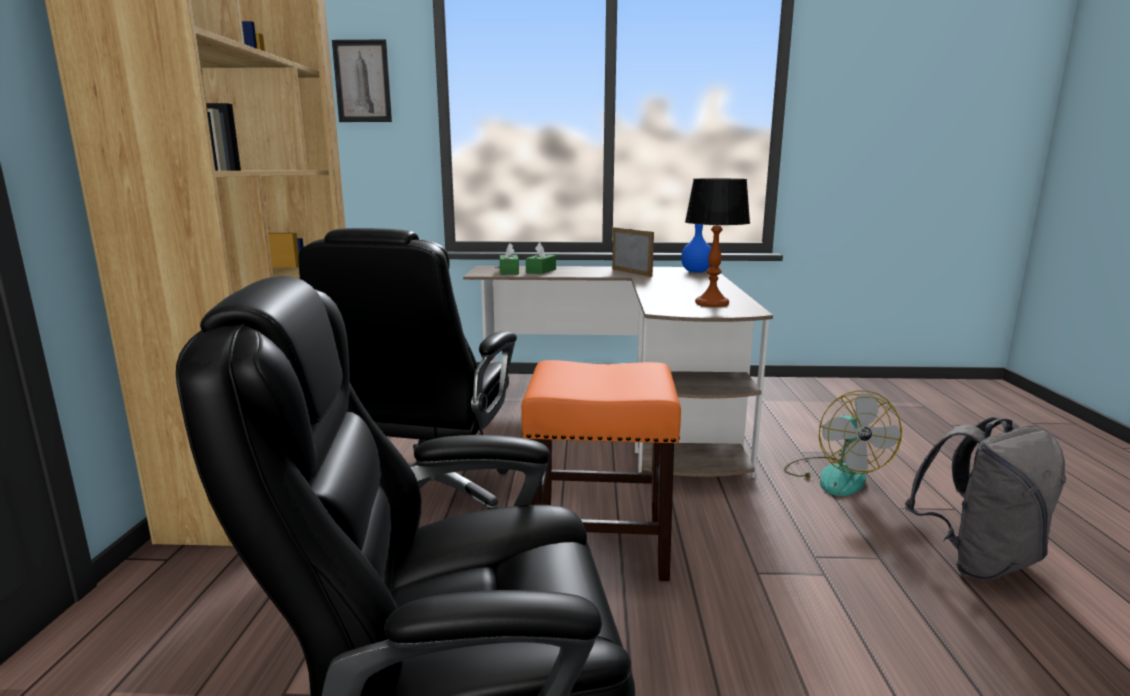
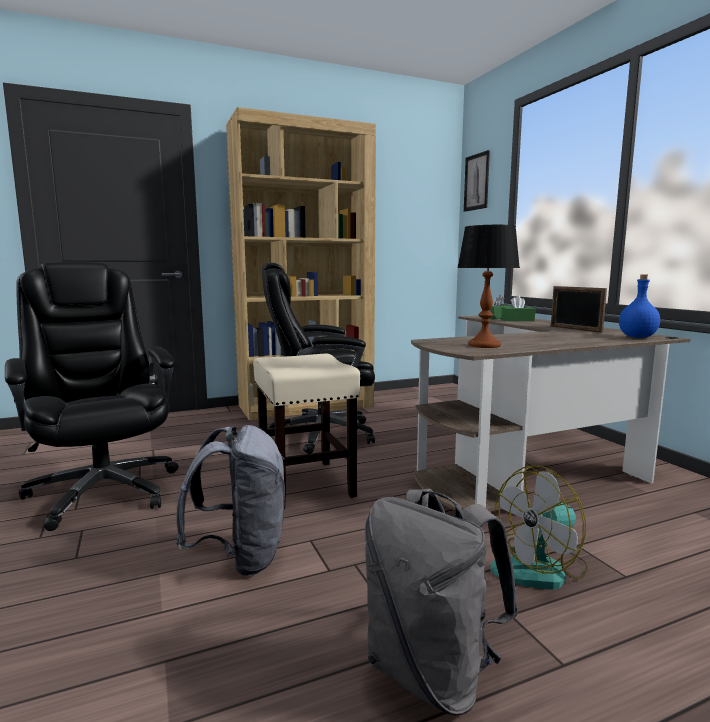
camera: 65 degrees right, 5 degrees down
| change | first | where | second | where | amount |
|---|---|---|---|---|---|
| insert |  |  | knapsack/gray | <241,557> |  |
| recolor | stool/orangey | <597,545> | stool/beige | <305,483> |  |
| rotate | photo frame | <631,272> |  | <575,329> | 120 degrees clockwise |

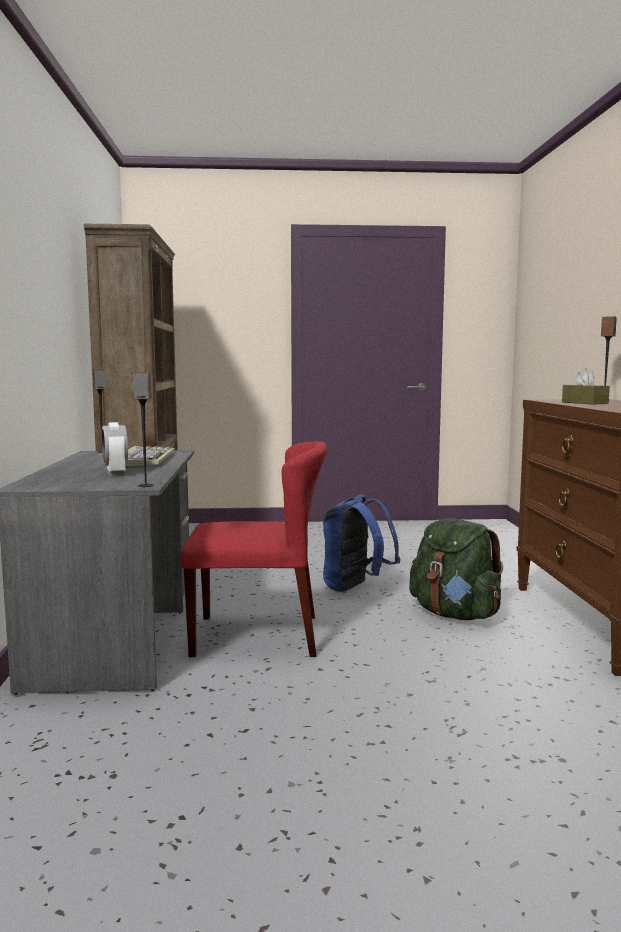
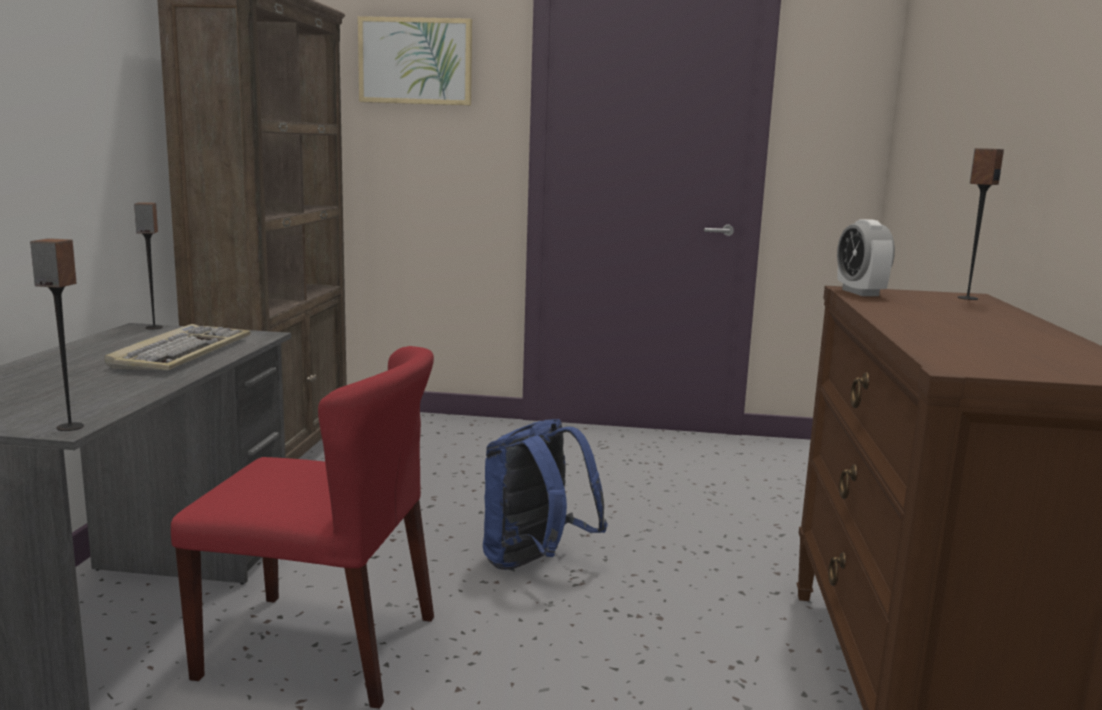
camera: 10 degrees right, 5 degrees up
| change | first | where | second | where | amount |
|---|---|---|---|---|---|
| delete | knapsack/greenish | <455,614> |  |  |  |
| delete | box of tissues/brown-coloured | <584,403> |  |  |  |
| insert |  |  | picture | <415,61> |  |
| move | alarm clock | <116,473> |  | <860,292> |  |

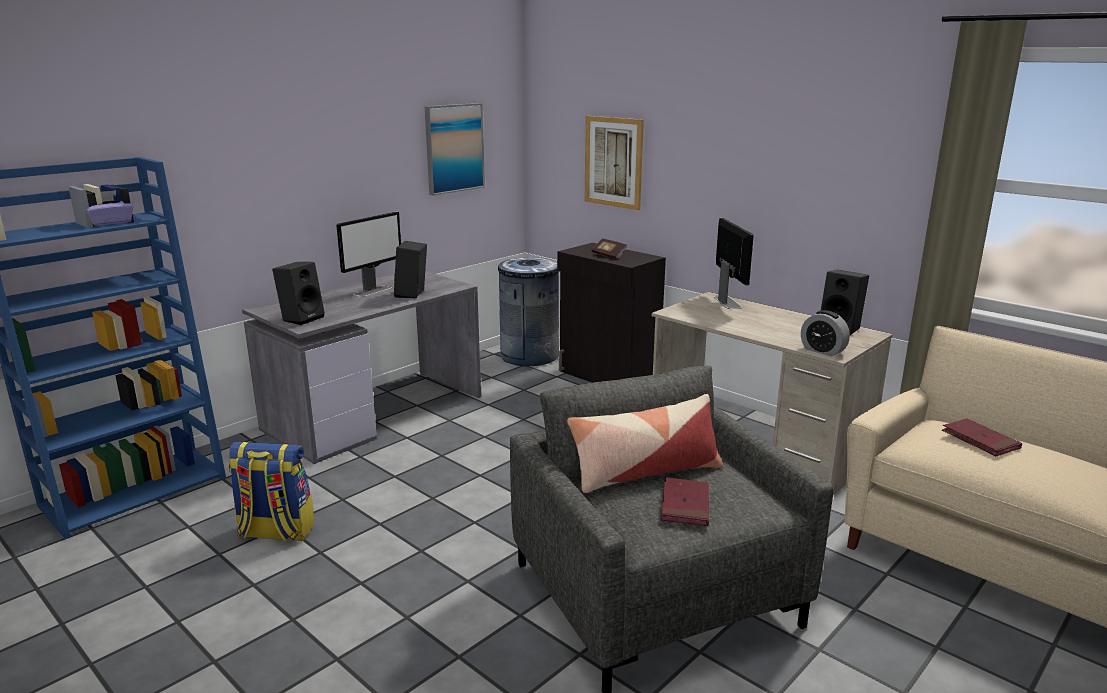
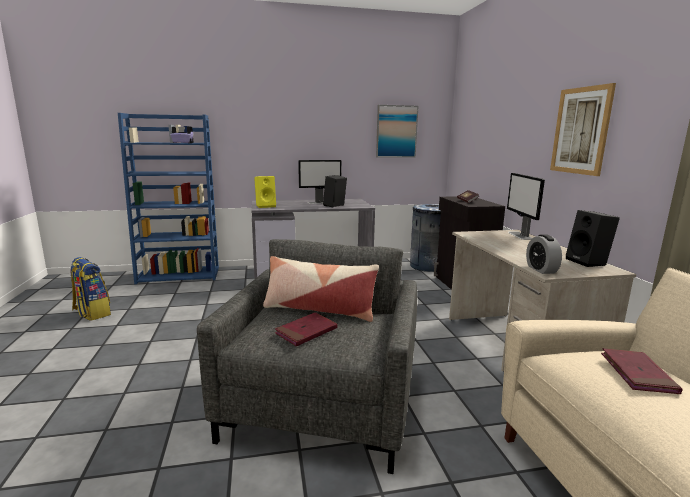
camera: 35 degrees right, 5 degrees down
| change | first | where | second | where | amount |
|---|---|---|---|---|---|
| move | knapsack | <275,532> |  | <92,313> |  |
| move | picture | <613,162> |  | <580,131> |  |
| recolor | audio speaker/blackish | <302,318> | audio speaker/yellow-coloured | <266,206> |  |
| rotate | computer screen | <727,302> |  | <520,235> | 150 degrees clockwise |

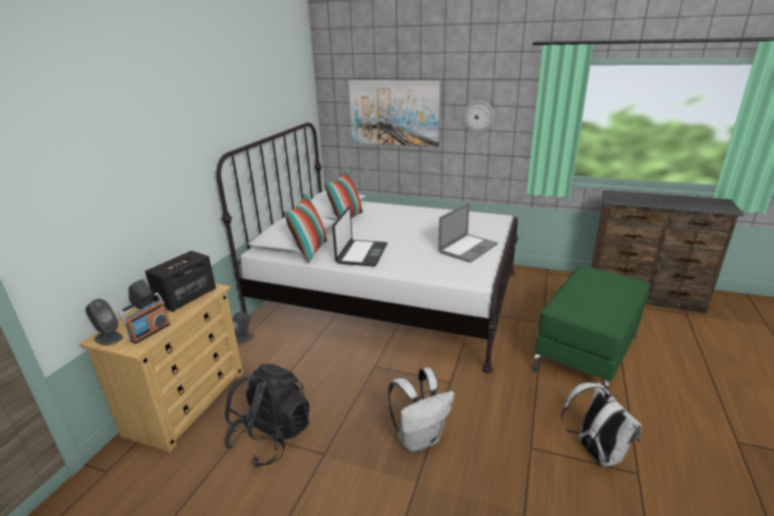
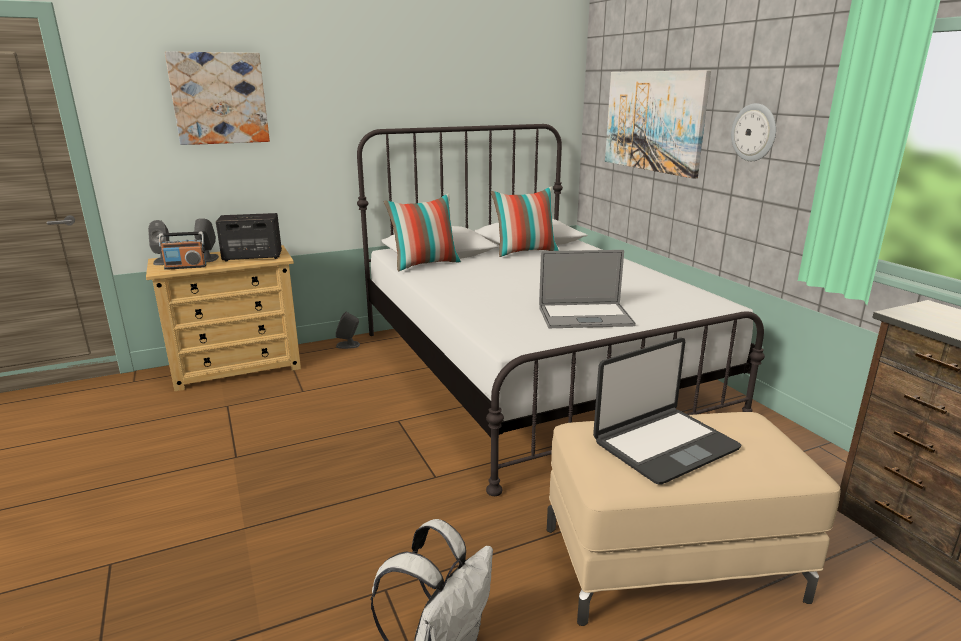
camera: 45 degrees right, 5 degrees down
| change | first | where | second | where | amount |
|---|---|---|---|---|---|
| delete | knapsack/blackish | <271,437> |  |  |  |
| delete | knapsack/white-coloured | <420,438> |  |  |  |
| insert |  |  | picture | <219,98> |  |
| move | laptop | <361,254> |  | <664,445> |  |
| recolor | footrest/greenish | <586,353> | footrest/beige | <669,563> |  |

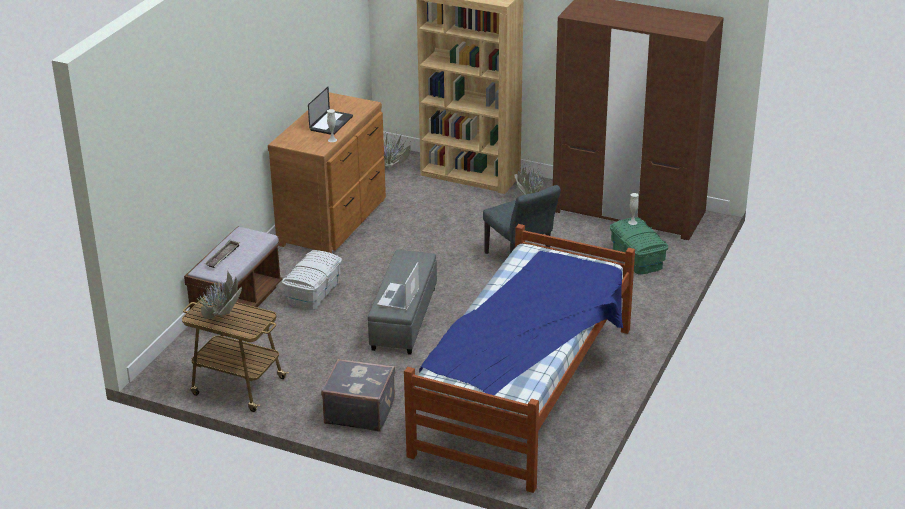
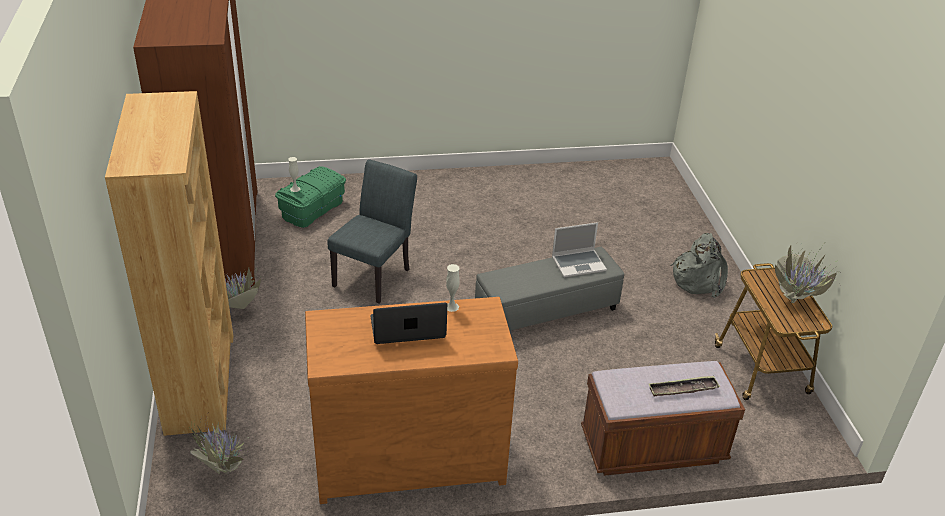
camera: 125 degrees left, 5 degrees up
| change | first | where | second | where | amount |
|---|---|---|---|---|---|
| delete | storage box/white-coloured | <313,292> |  |  |  |
| delete | bed | <526,390> |  |  |  |
| replace | travel case/gray | <359,411> | knapsack/gray | <699,279> |  |

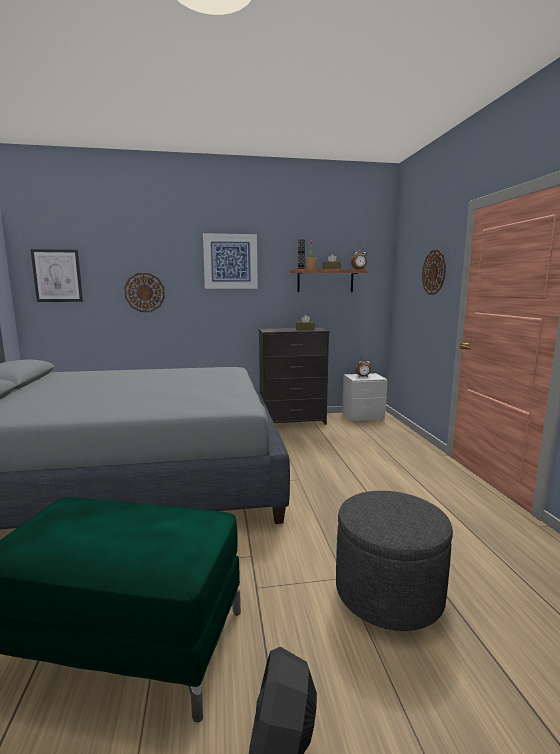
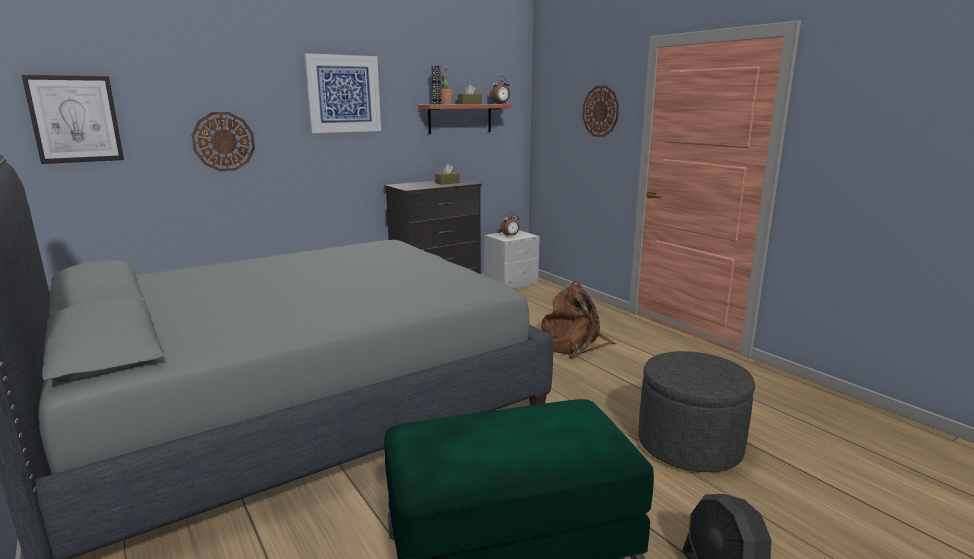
camera: 25 degrees left, 5 degrees up
| change | first | where | second | where | amount |
|---|---|---|---|---|---|
| insert |  |  | knapsack/brown-coloured | <574,345> |  |

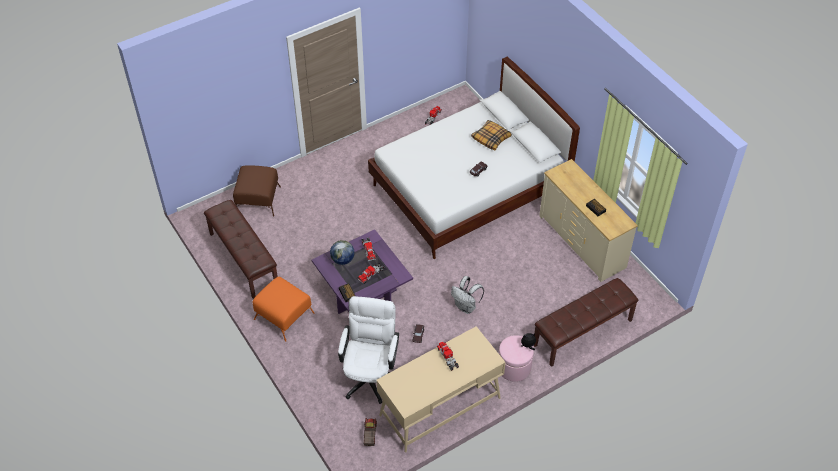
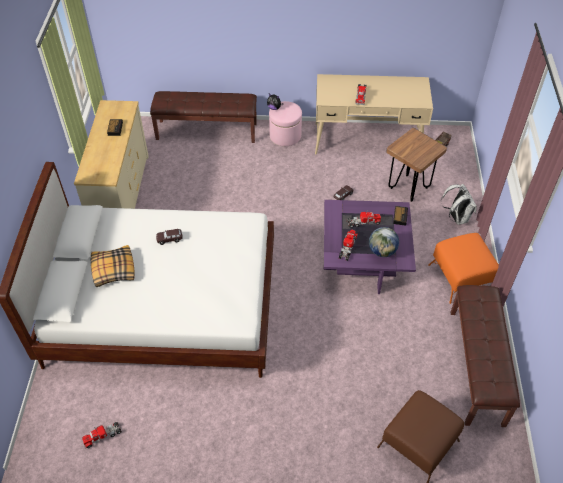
camera: 145 degrees left, 0 degrees up
| change | first | where | second | where | amount |
|---|---|---|---|---|---|
| move | knapsack/white-coloured | <466,307> |  | <456,217> |  |
| replace | computer chair/white-coloured | <370,374> | stool/brown-coloured | <408,188> |  |

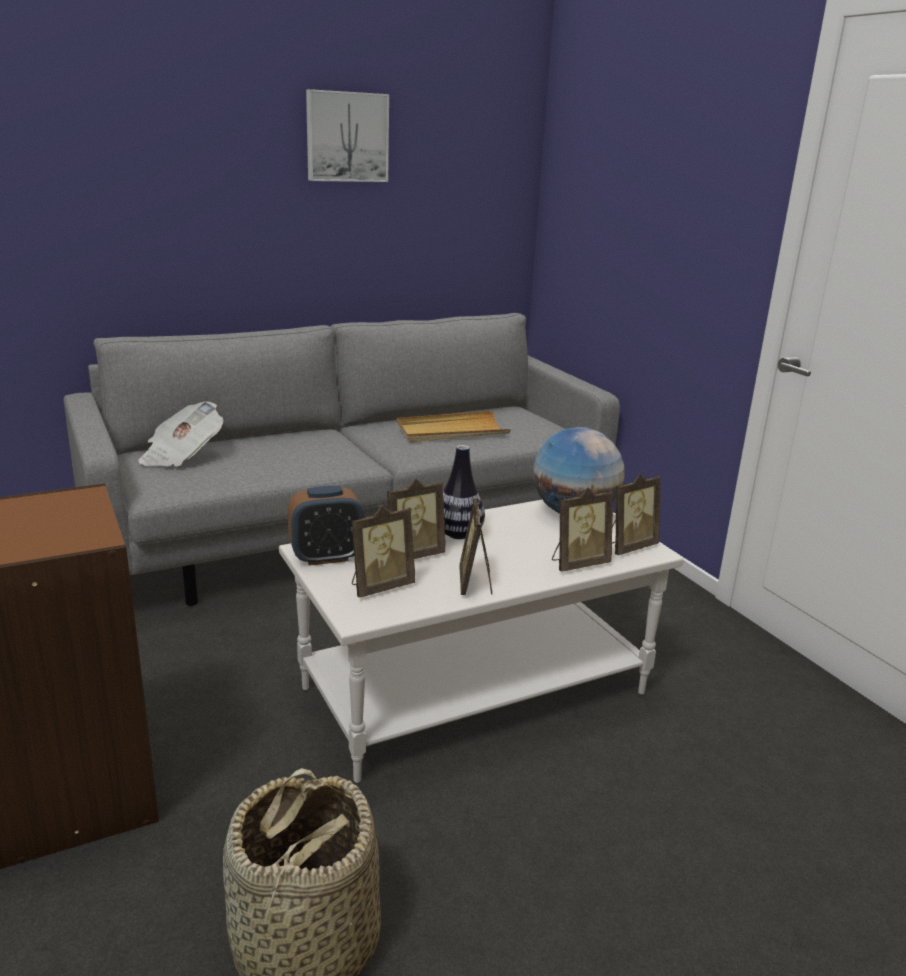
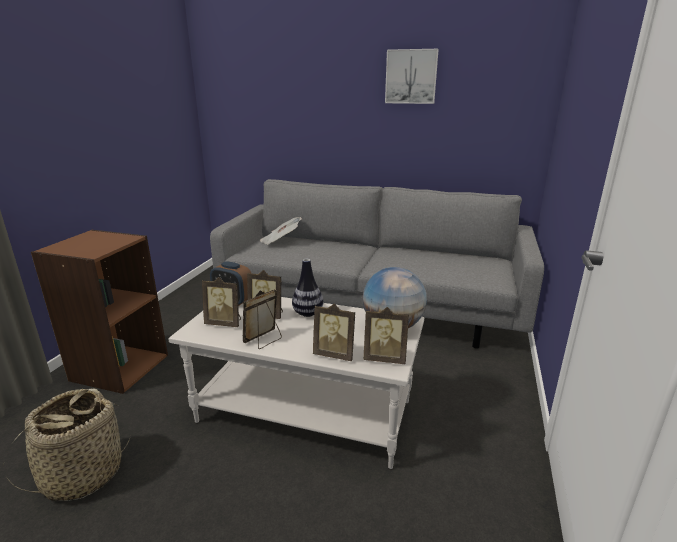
camera: 45 degrees right, 0 degrees up
| change | first | where | second | where | amount |
|---|---|---|---|---|---|
| delete | carrying tray/beige | <451,431> |  |  |  |

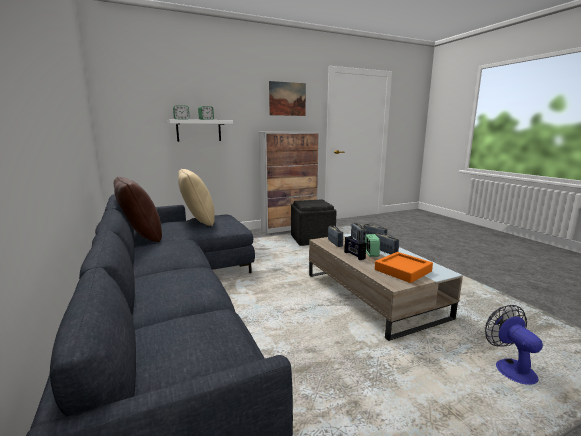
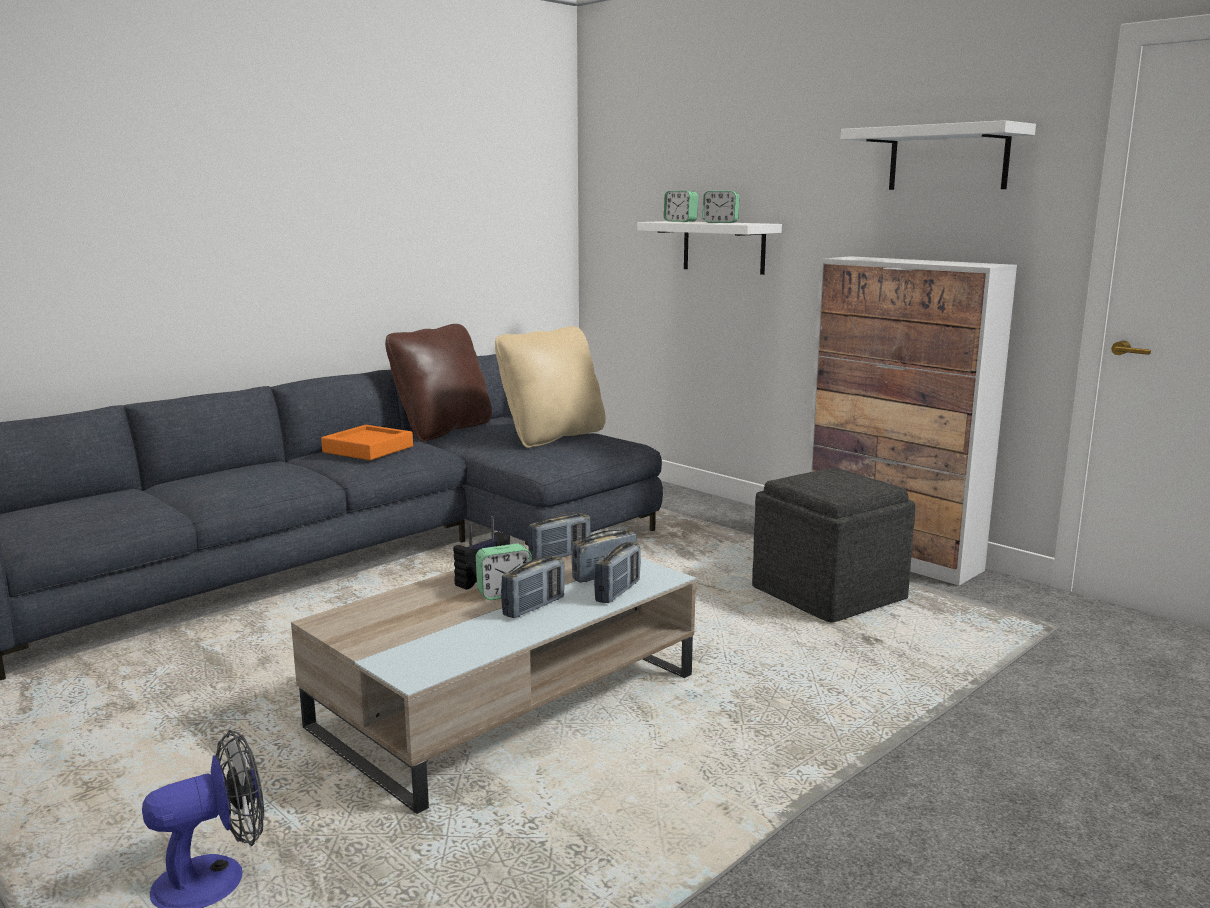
camera: 70 degrees right, 0 degrees up
| change | first | where | second | where | amount |
|---|---|---|---|---|---|
| move | carrying tray/orangey | <403,270> |  | <368,449> |  |
| replace | picture | <287,99> | wall shelf/white-coloured | <948,158> |  |

